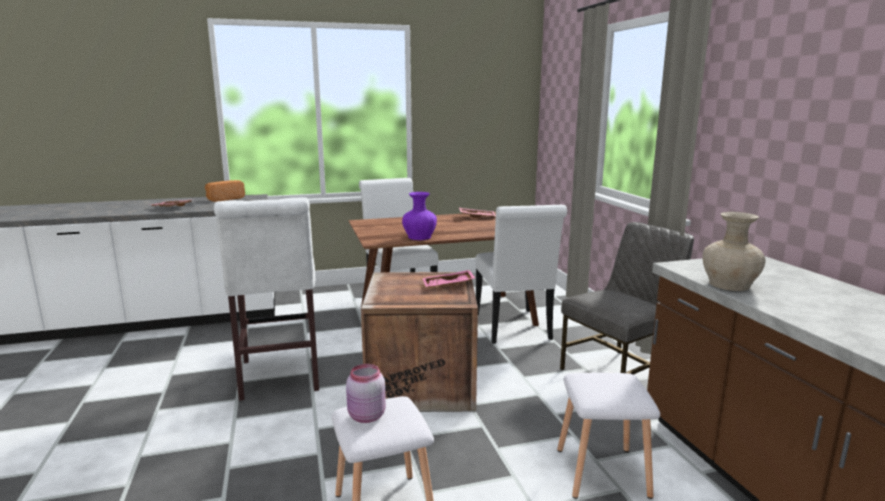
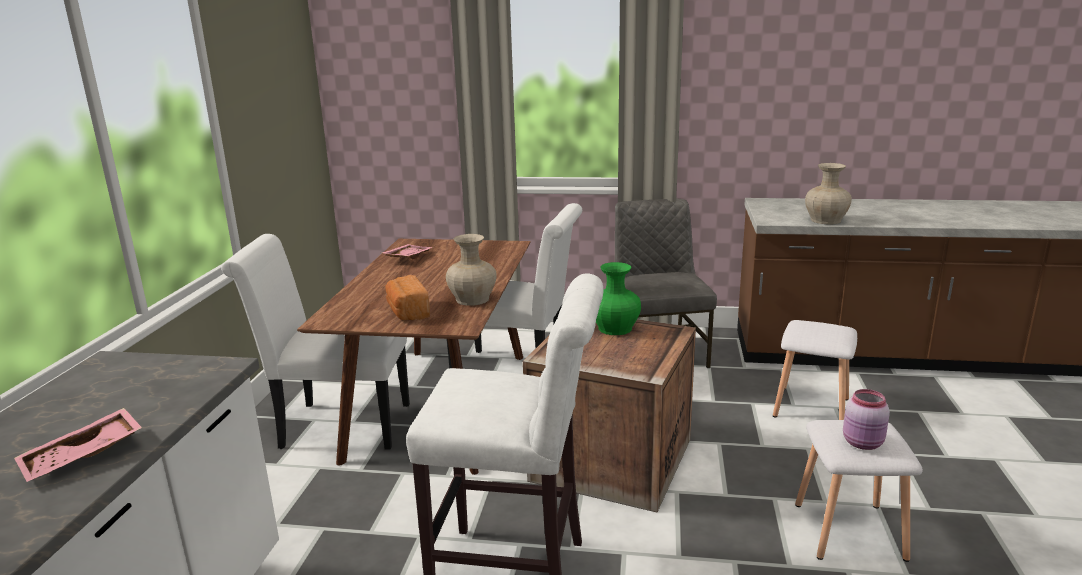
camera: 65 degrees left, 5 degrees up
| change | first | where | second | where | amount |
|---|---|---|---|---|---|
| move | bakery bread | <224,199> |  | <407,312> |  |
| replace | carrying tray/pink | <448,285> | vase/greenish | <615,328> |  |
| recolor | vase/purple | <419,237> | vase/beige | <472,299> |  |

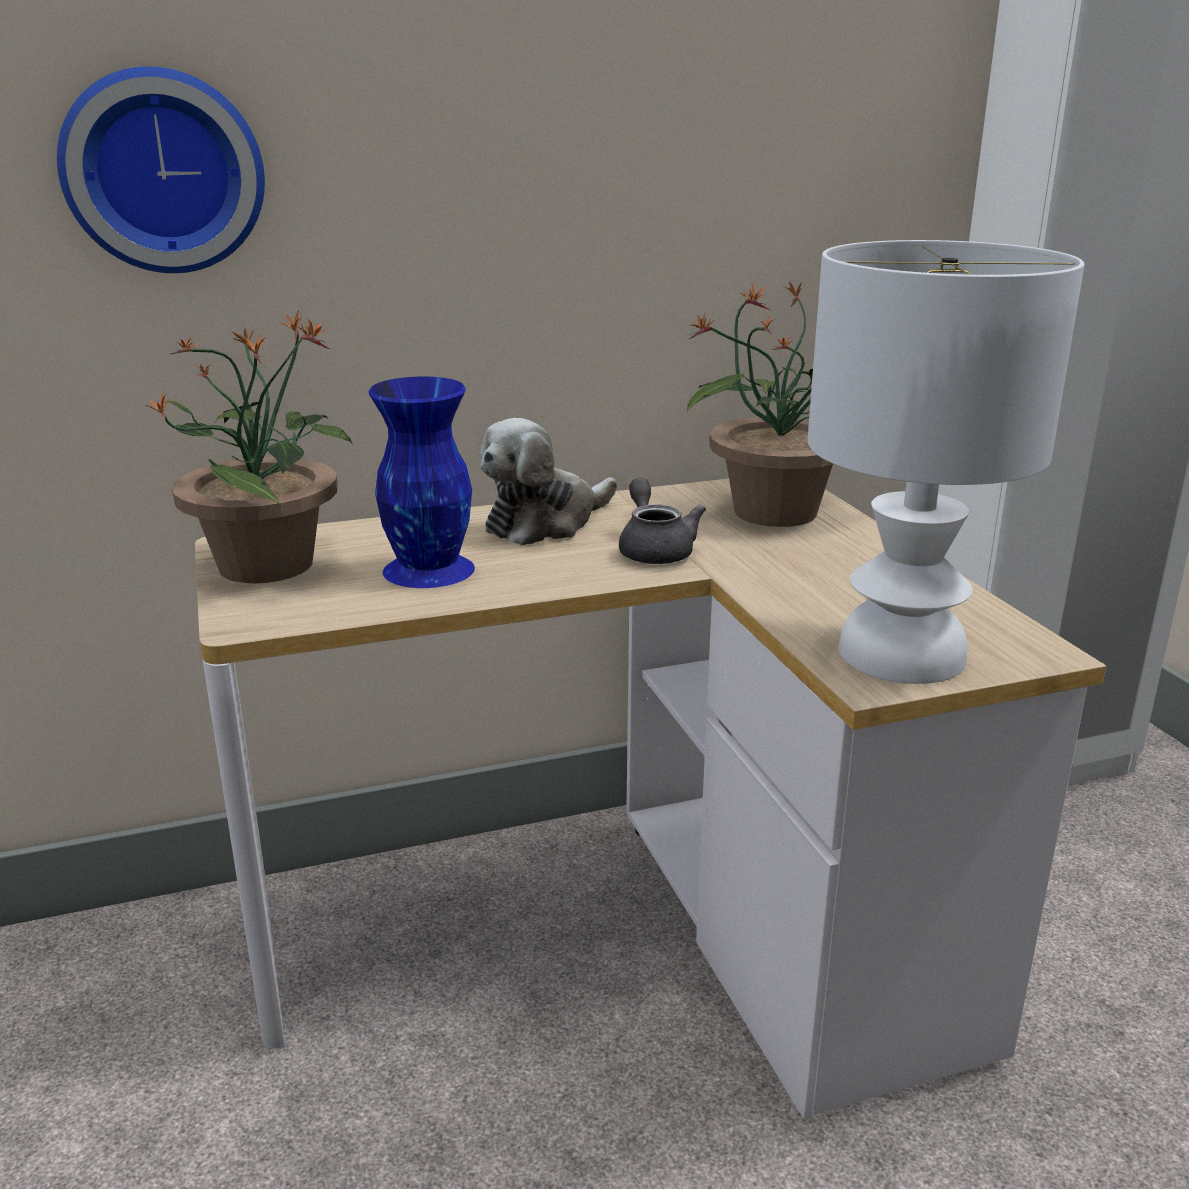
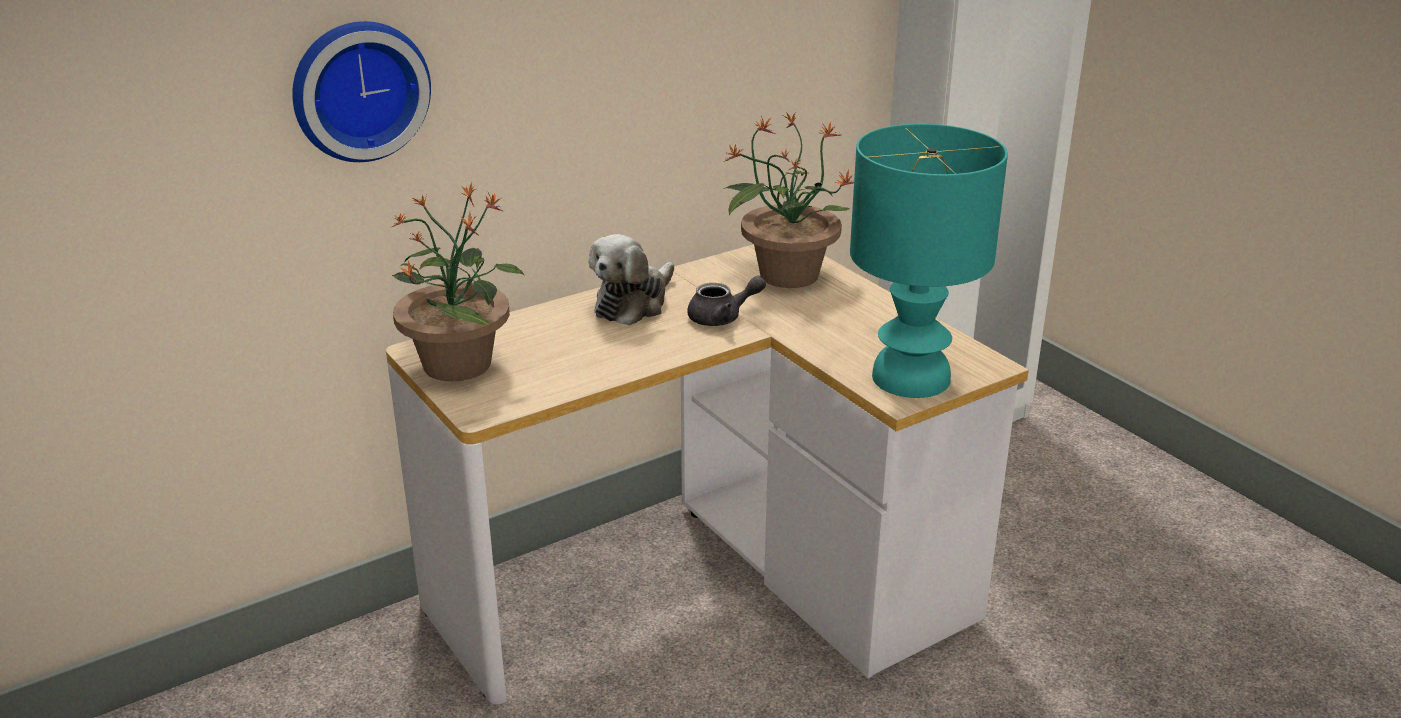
camera: 15 degrees left, 5 degrees up
| change | first | where | second | where | amount |
|---|---|---|---|---|---|
| delete | vase/blue | <429,569> |  |  |  |
| recolor | tabletop lamp/white-coloured | <899,653> | tabletop lamp/turquoise | <909,377> |  |
| rotate | pot for tea/gray | <654,550> |  | <722,318> | 105 degrees clockwise |

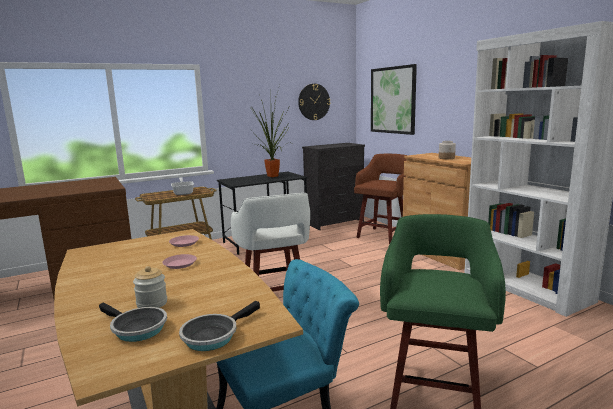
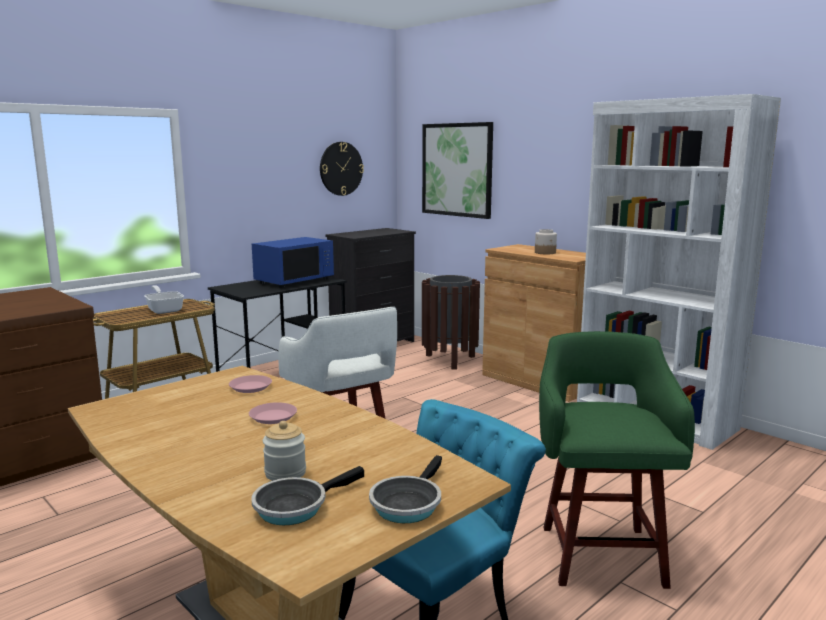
camera: 15 degrees left, 0 degrees up
| change | first | where | second | where | amount |
|---|---|---|---|---|---|
| replace | plant in a pot | <273,176> | microwave/blue | <294,280> |  |
| replace | stool/brown-coloured | <383,235> | rubbish bin/brown-coloured | <450,360> |  |
| rotate | pan | <136,329> |  | <295,506> | 120 degrees clockwise |

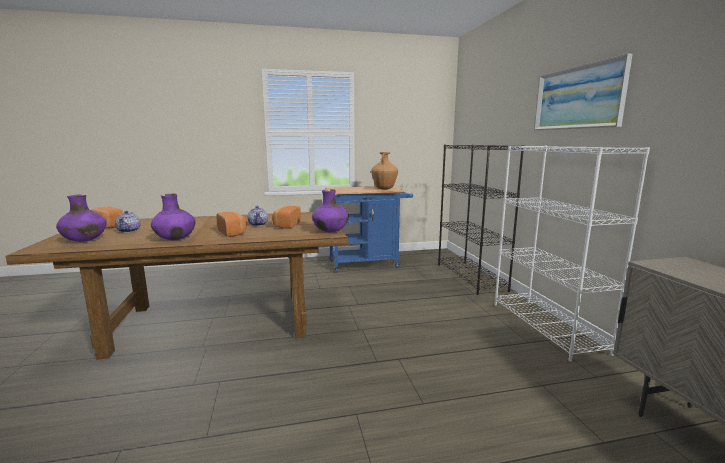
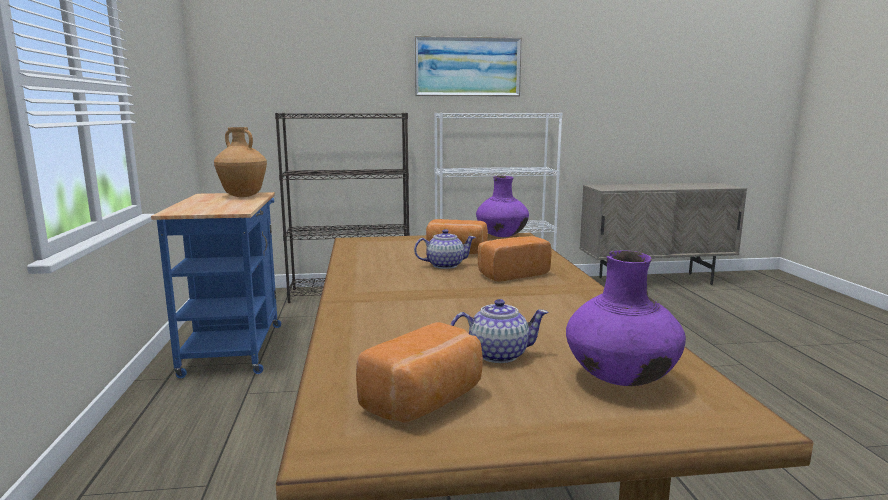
camera: 85 degrees left, 0 degrees up
| change | first | where | second | where | amount |
|---|---|---|---|---|---|
| delete | vase/purple | <175,239> |  |  |  |

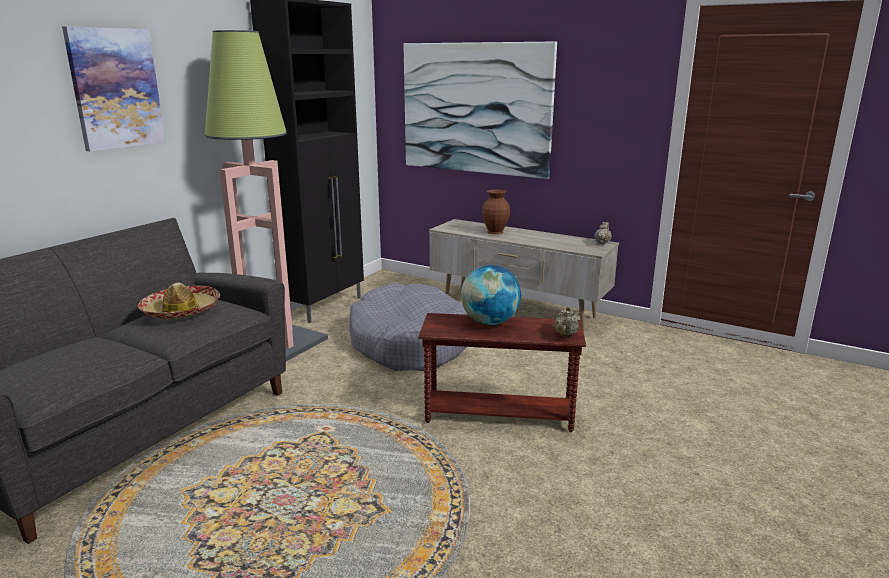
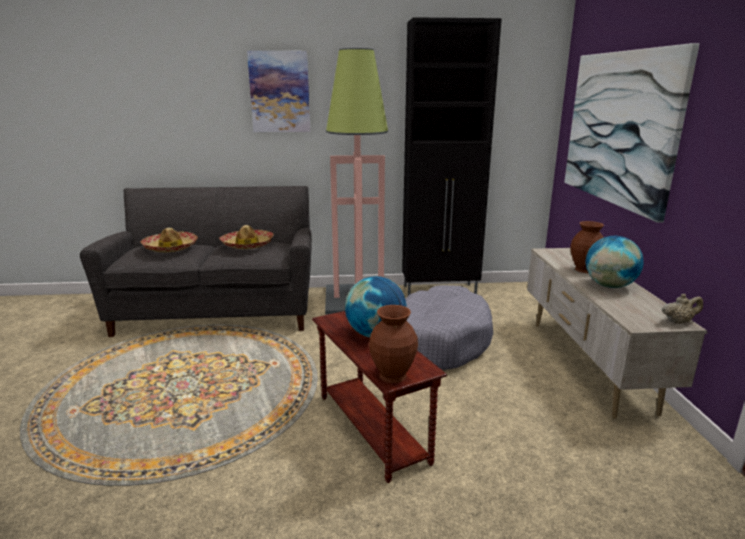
camera: 55 degrees right, 0 degrees up
| change | first | where | second | where | amount |
|---|---|---|---|---|---|
| insert |  |  | hat | <170,248> |  |
| insert |  |  | globe | <609,286> |  |
| replace | pot for tea/beige | <565,335> | vase/brown-coloured | <393,376> |  |

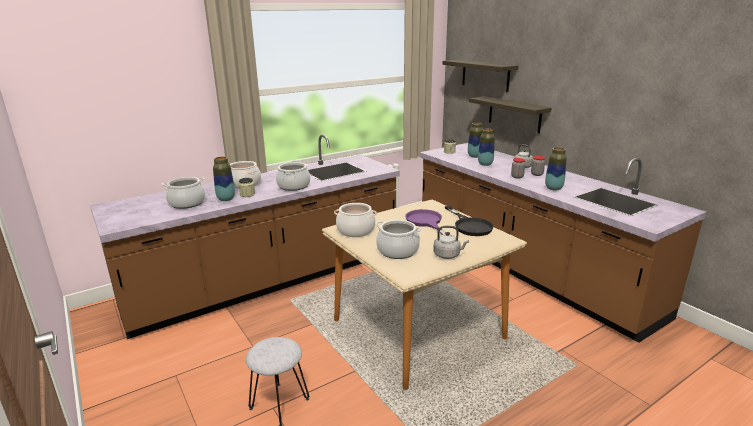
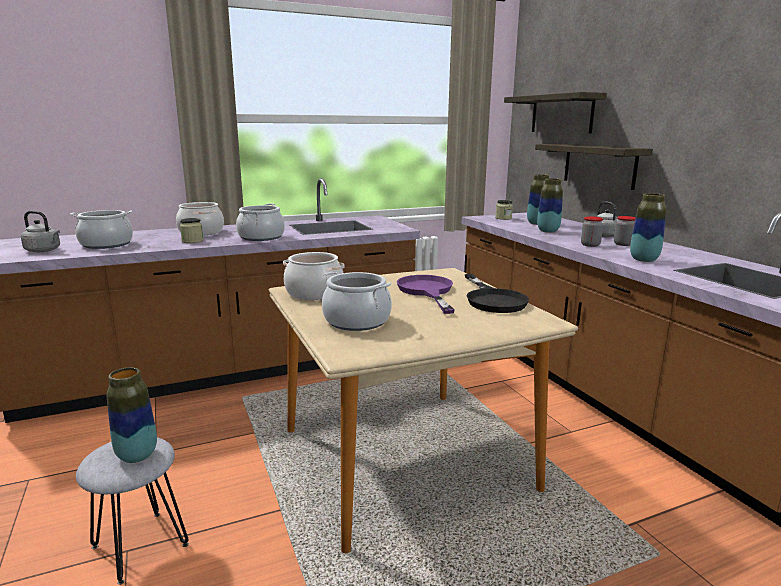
camera: 10 degrees right, 5 degrees down
| change | first | where | second | where | amount |
|---|---|---|---|---|---|
| move | vase | <226,199> |  | <137,455> |  |
| move | kettle/gray | <448,255> |  | <44,250> |  |

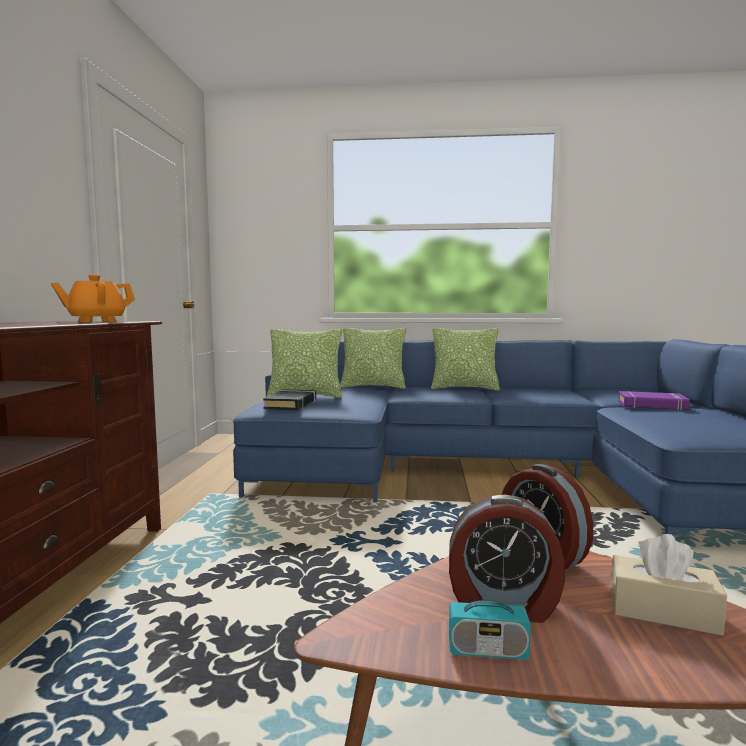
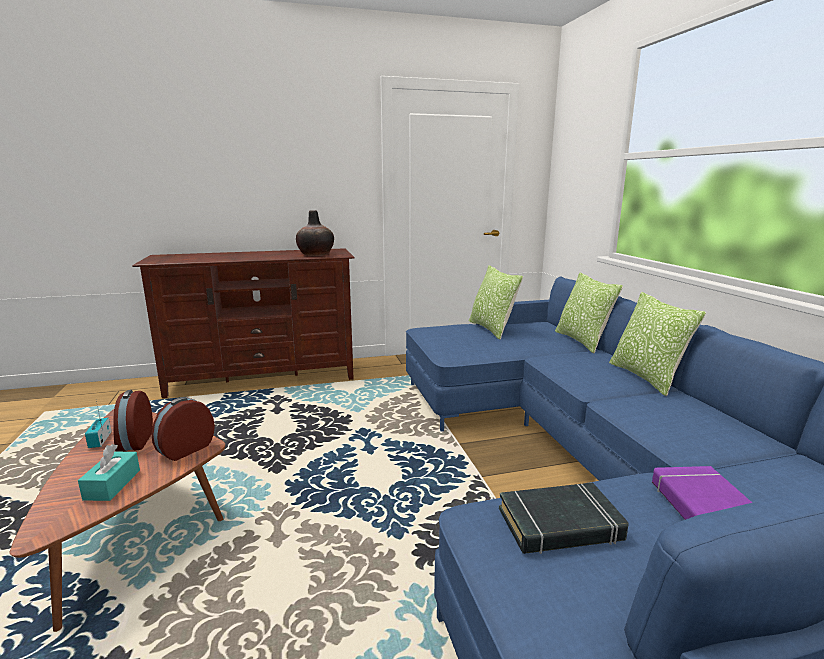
camera: 70 degrees right, 10 degrees up
| change | first | where | second | where | amount |
|---|---|---|---|---|---|
| move | book/blackish | <291,404> |  | <560,525> |  |
| replace | pot for tea/orangey | <96,321> | vase | <316,254> |  |
| recolor | box of tissues/beige | <663,611> | box of tissues/turquoise | <112,484> |  |

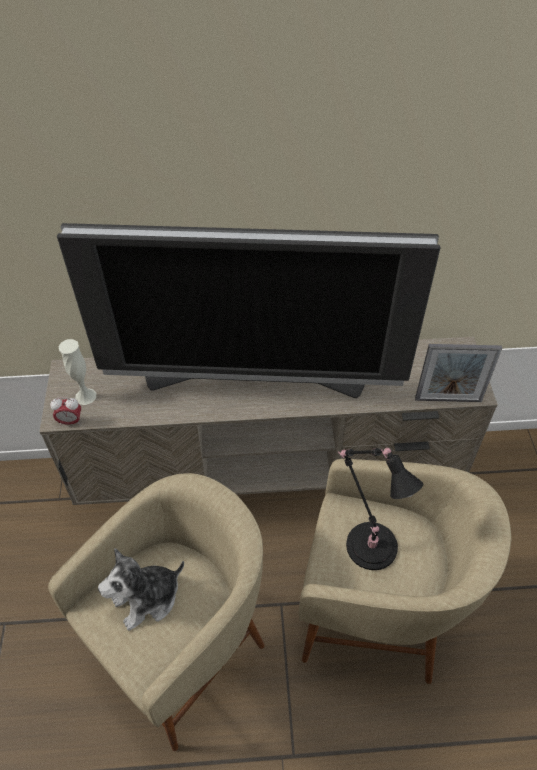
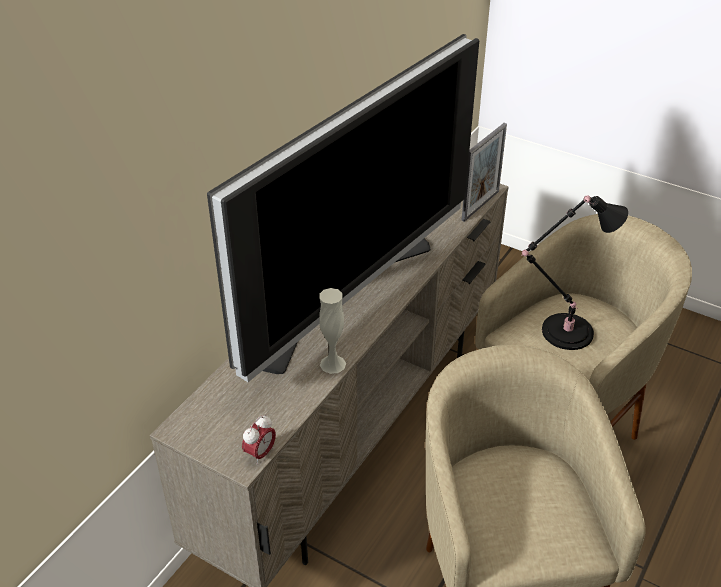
camera: 55 degrees left, 10 degrees down
| change | first | where | second | where | amount |
|---|---|---|---|---|---|
| delete | plush toy | <147,599> |  |  |  |
| move | vase/white-coloured | <85,396> |  | <332,364> |  |

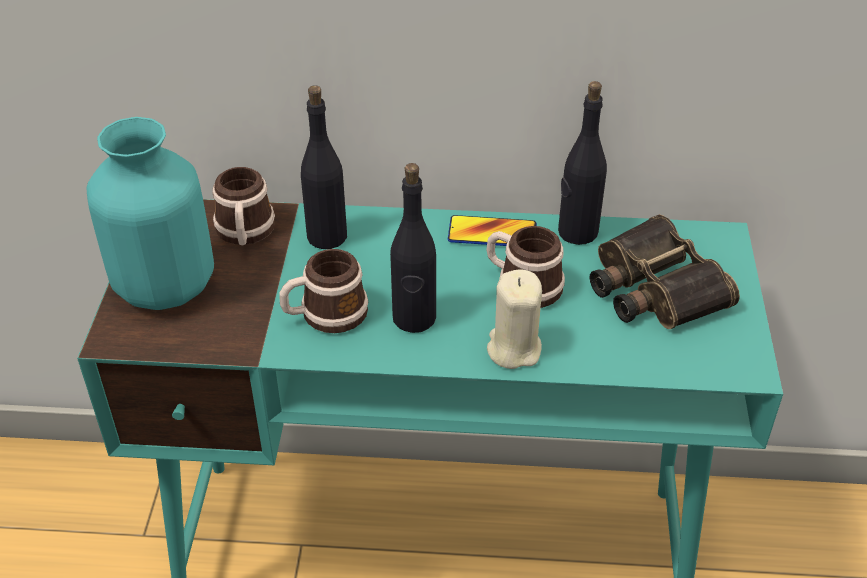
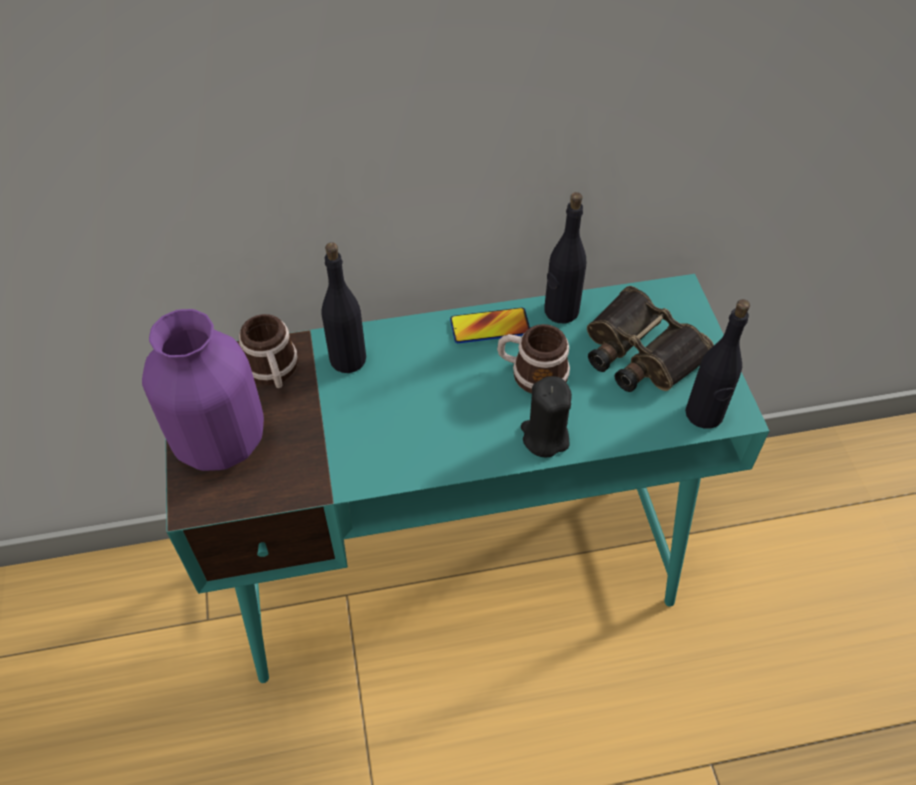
camera: 15 degrees left, 10 degrees up
| change | first | where | second | where | amount |
|---|---|---|---|---|---|
| delete | coffee mug | <325,315> |  |  |  |
| move | bottle/blackish | <414,318> |  | <704,414> |  |
| recolor | vase/turquoise | <167,285> | vase/purple | <221,440> |  |
| recolor | candle/beige | <513,348> | candle/blackish | <544,437> |  |

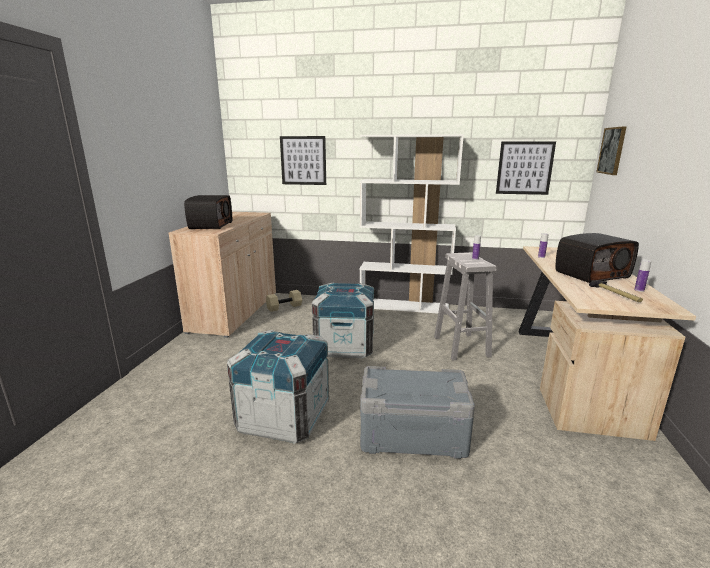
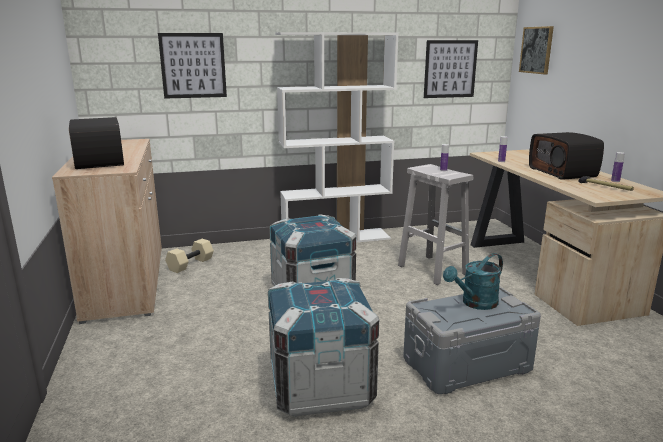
camera: 25 degrees left, 0 degrees up
| change | first | where | second | where | amount |
|---|---|---|---|---|---|
| insert |  |  | watering pot/turquoise | <475,303> |  |
| rotate | radio | <591,274> |  | <563,172> | 120 degrees clockwise |

